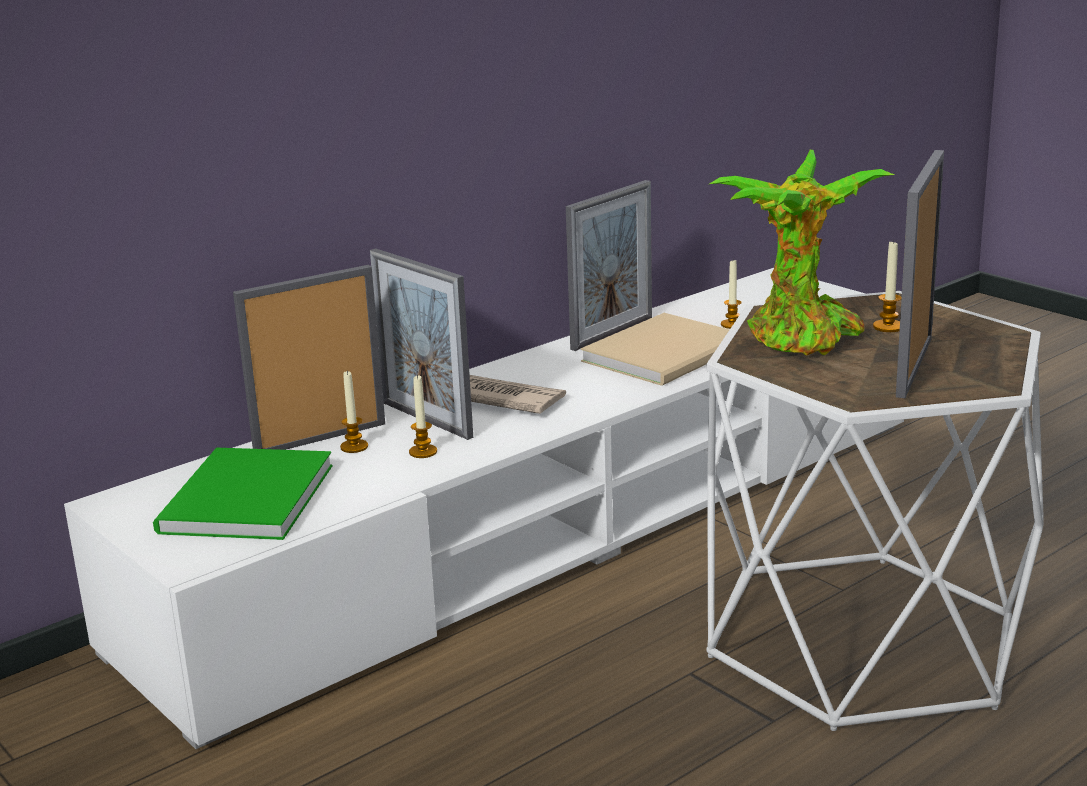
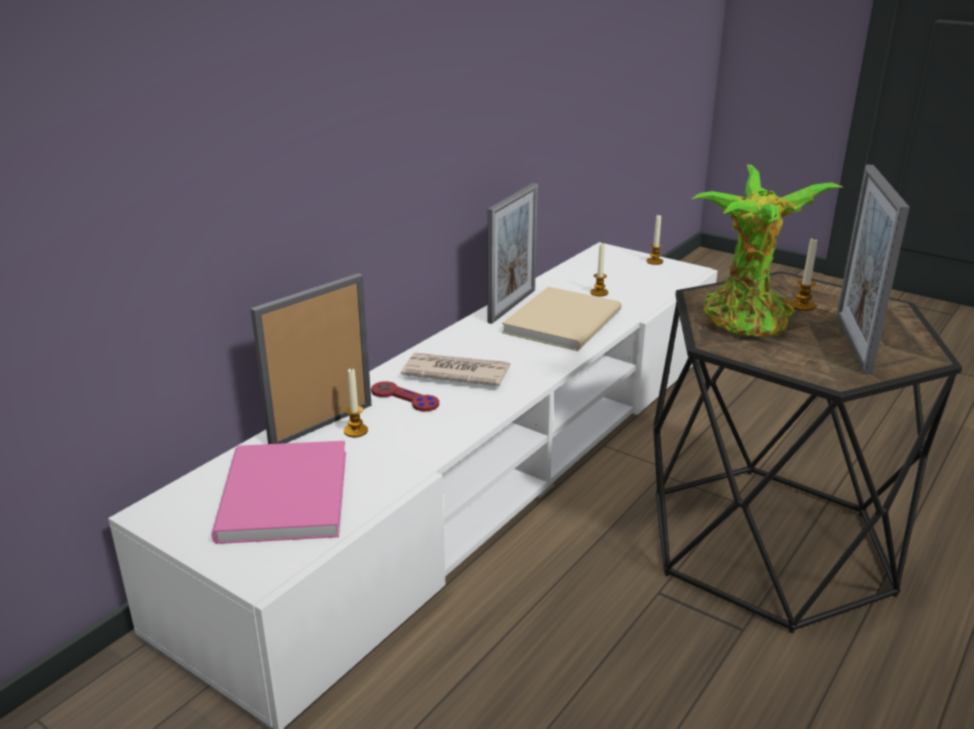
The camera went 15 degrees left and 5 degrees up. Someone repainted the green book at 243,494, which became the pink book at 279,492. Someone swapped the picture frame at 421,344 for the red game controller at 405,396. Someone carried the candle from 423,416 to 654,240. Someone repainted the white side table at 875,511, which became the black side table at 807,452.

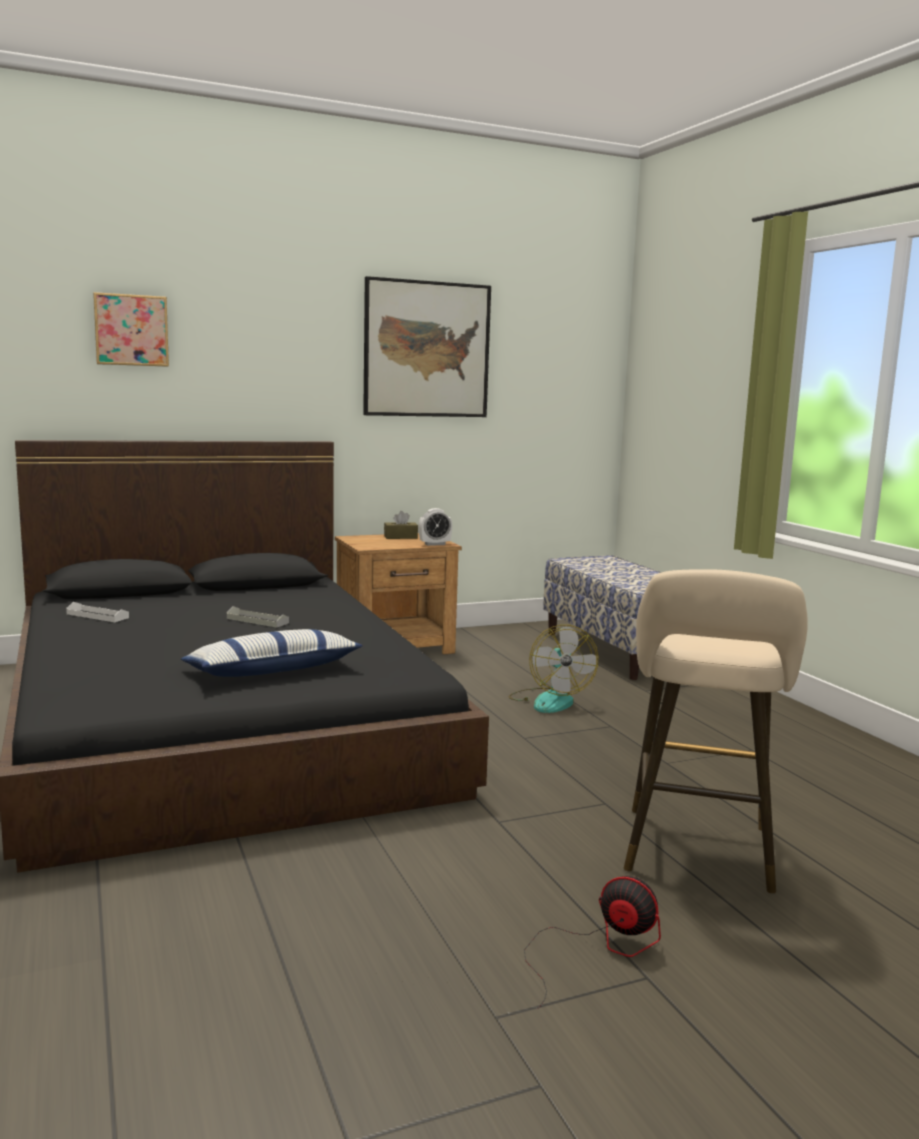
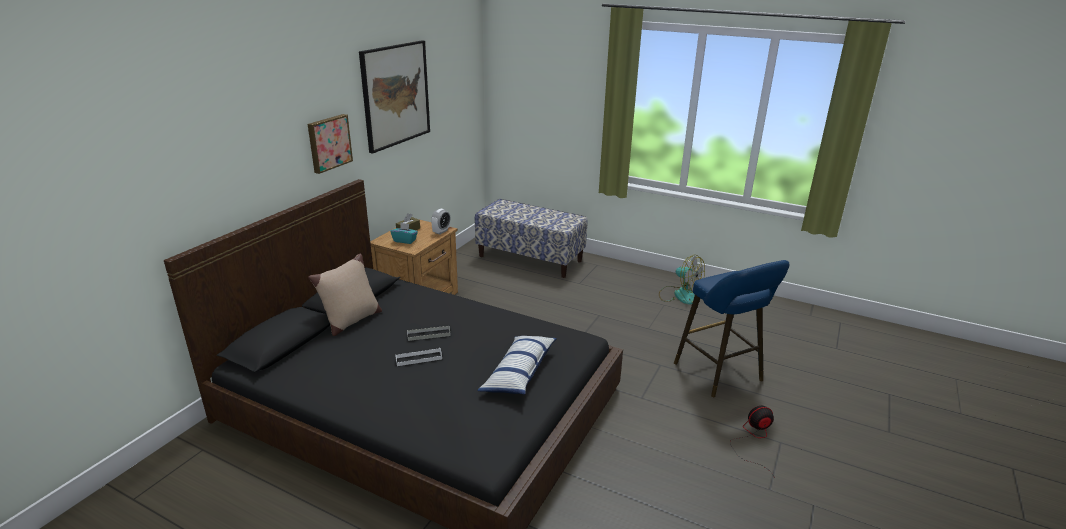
The camera went 40 degrees left and 15 degrees up. Someone carried the white tray from 97,612 to 418,357. Someone carried the picture from 131,329 to 330,144. Someone carried the fan from 553,669 to 682,280. Someone repainted the beige stool at 716,731, which became the blue stool at 731,328. Someone put down the beige pillow at 345,295. Someone put down the turquoise tissue box at 404,233.

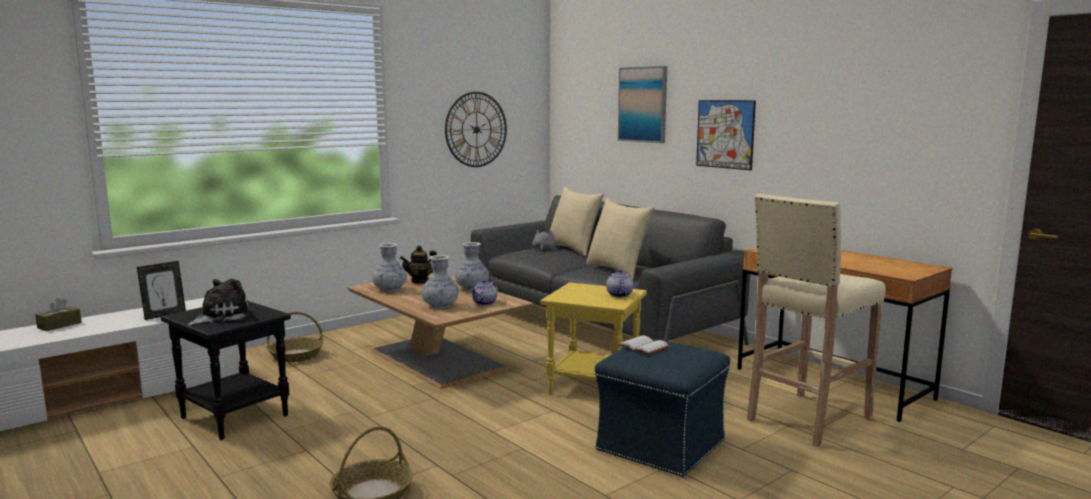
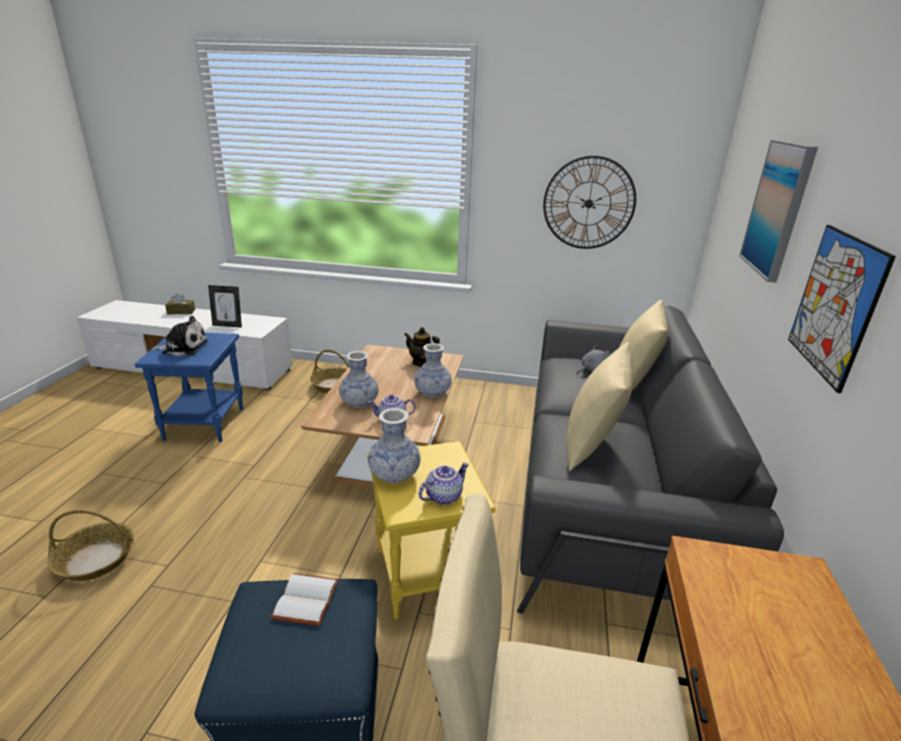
The camera went 50 degrees right and 15 degrees up. Someone repainted the black side table at 226,370, which became the blue side table at 189,387. Someone carried the vase from 389,267 to 394,445.

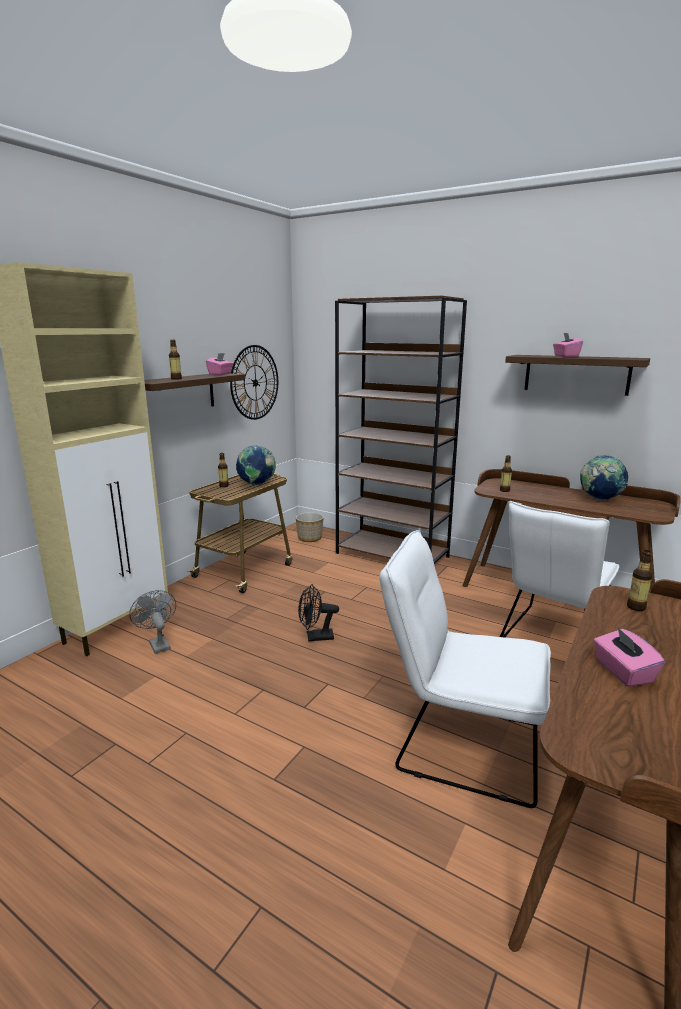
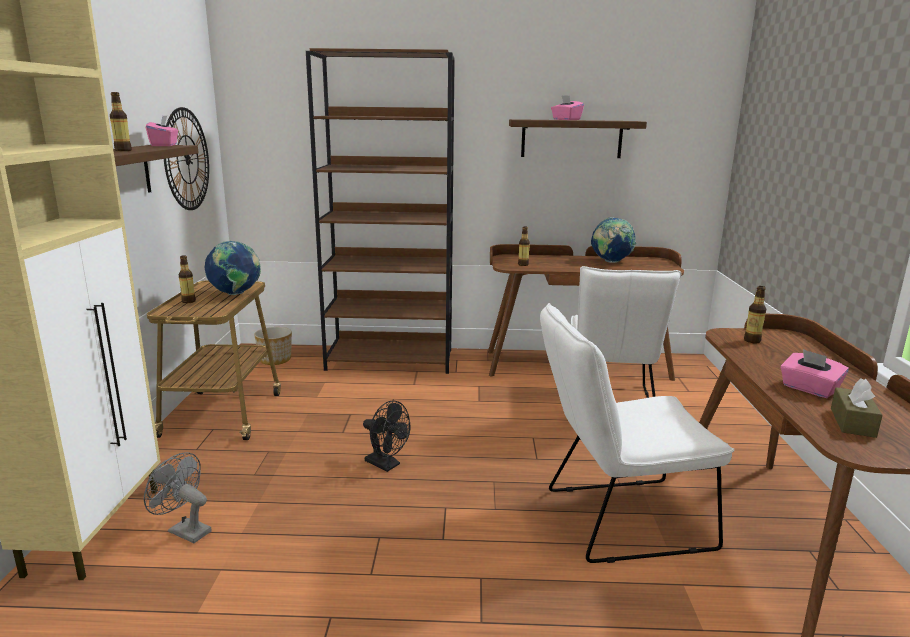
The camera went 30 degrees left and 0 degrees up. Someone rotated the black fan at 318,612 by 105 degrees counterclockwise. Someone put down the brown tissue box at 856,408.

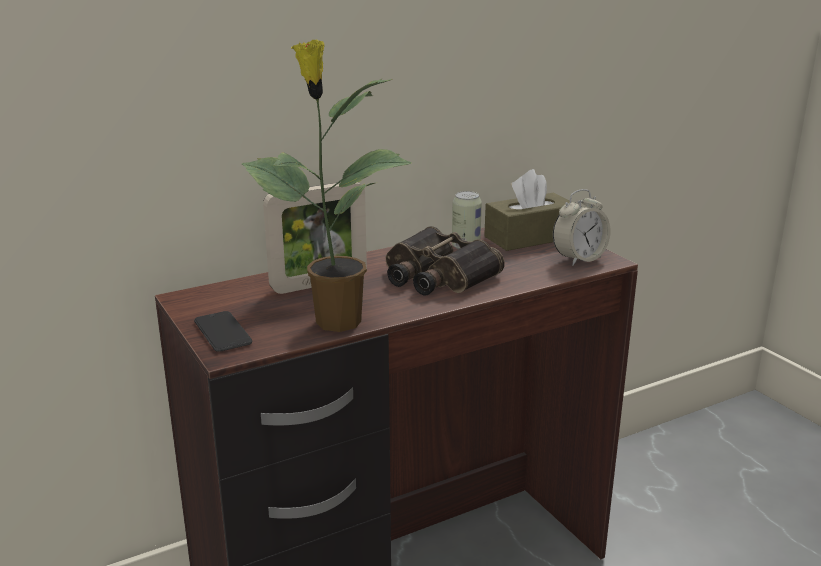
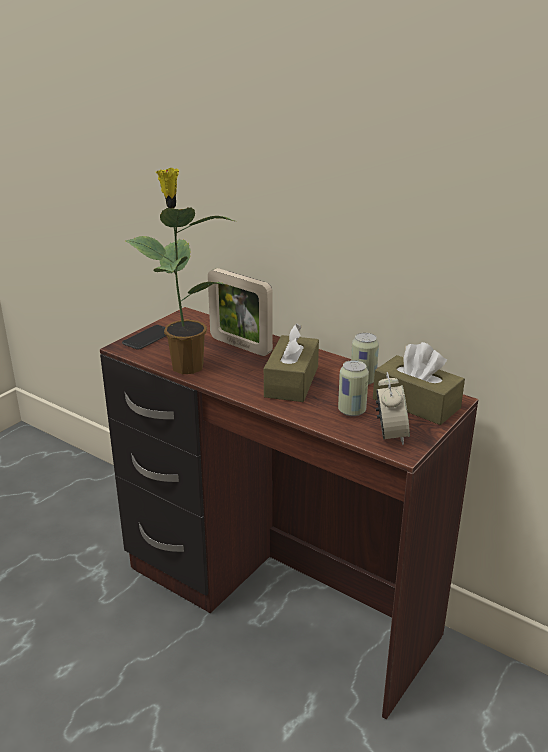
The camera went 65 degrees right and 5 degrees up. Someone swapped the binoculars at 445,261 for the brown tissue box at 291,362. Someone rotated the alarm clock at 582,227 by 120 degrees counterclockwise. Someone put down the can at 353,388.

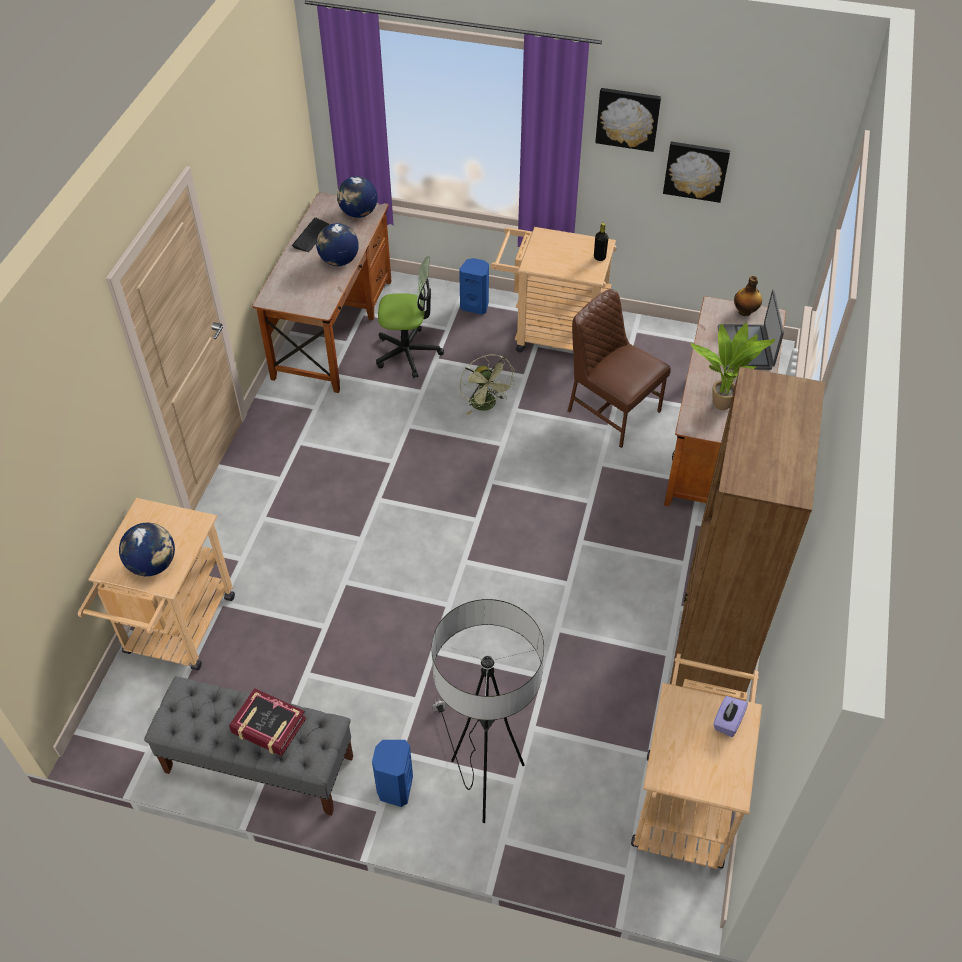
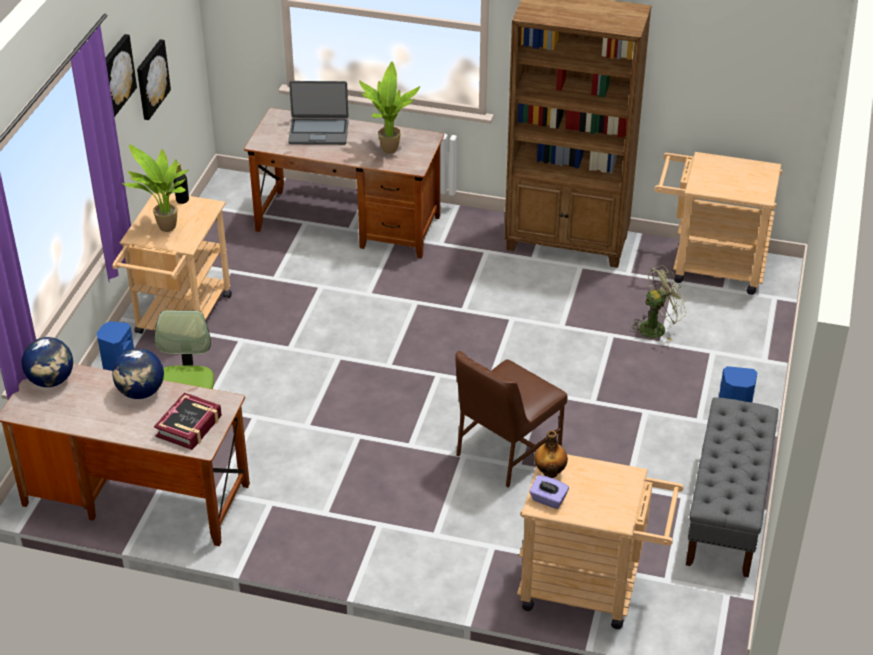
The camera went 90 degrees left and 10 degrees down. Someone took away the globe at 147,549. Someone carried the book from 267,722 to 188,421. Someone took away the keyboard at 311,235. Someone took away the floor lamp at 487,711. Someone carried the green fan from 487,384 to 658,303. Someone carried the brown chair from 619,368 to 511,419. Someone carried the purple tissue box from 730,716 to 549,492. Someone carried the bottle from 748,296 to 551,454. Someone put down the potted plant at 155,188.

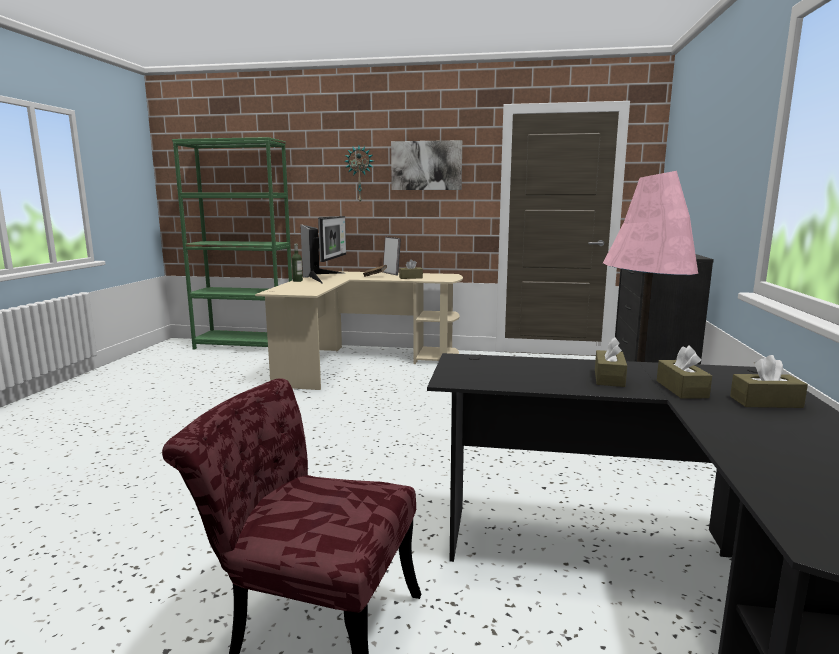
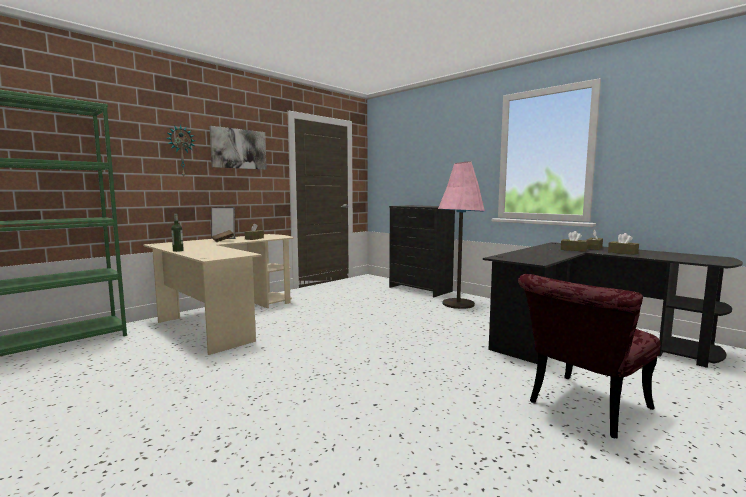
The camera went 55 degrees left and 5 degrees down. Someone took away the monitor at 323,249. Someone carried the brown tissue box from 611,362 to 623,244.

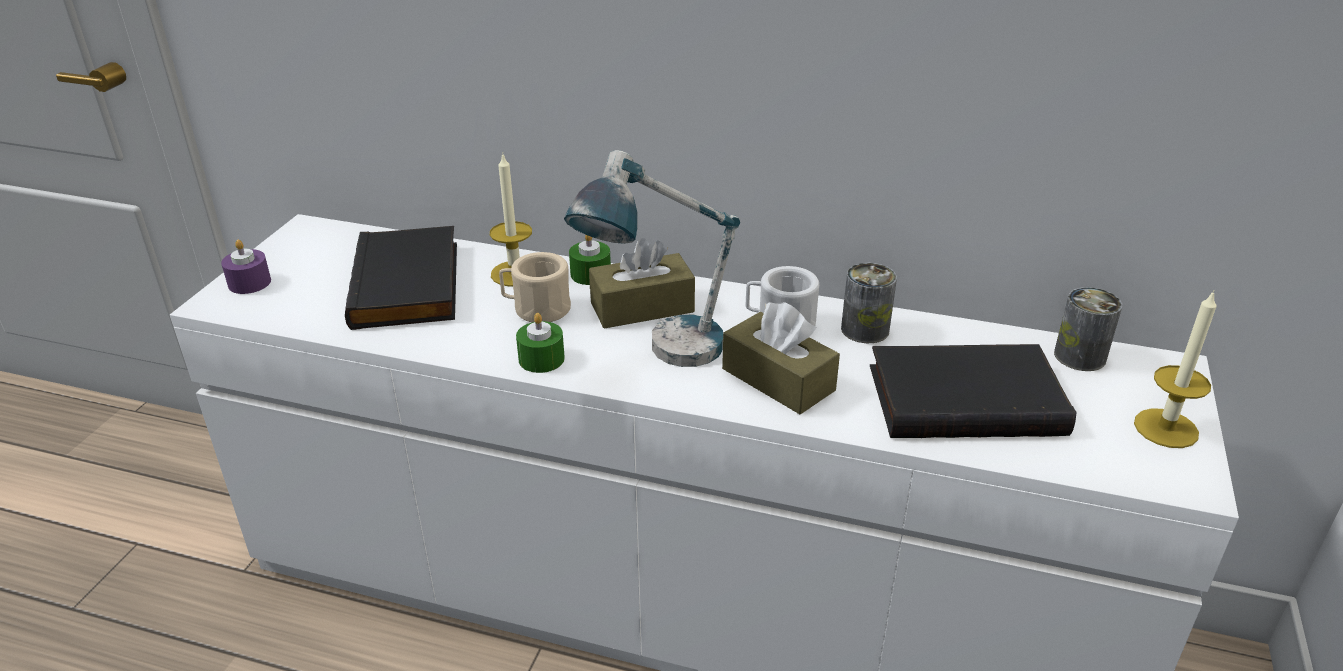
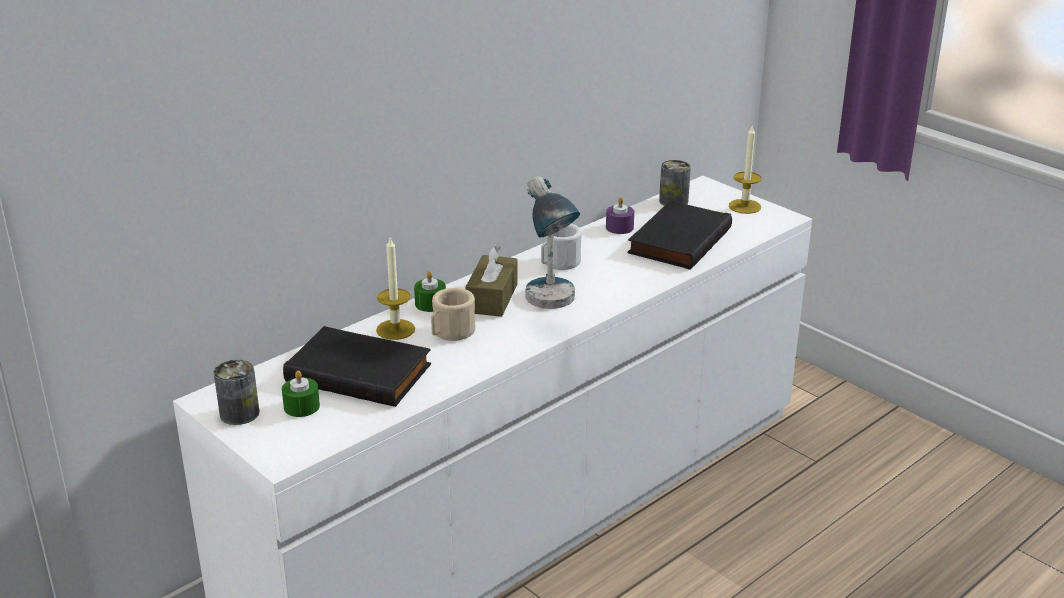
The camera went 60 degrees left and 5 degrees down. Someone carried the purple candle from 246,267 to 620,215. Someone carried the green candle from 540,343 to 301,393. Someone took away the brown tissue box at 781,358. Someone carried the can from 869,303 to 237,392.

